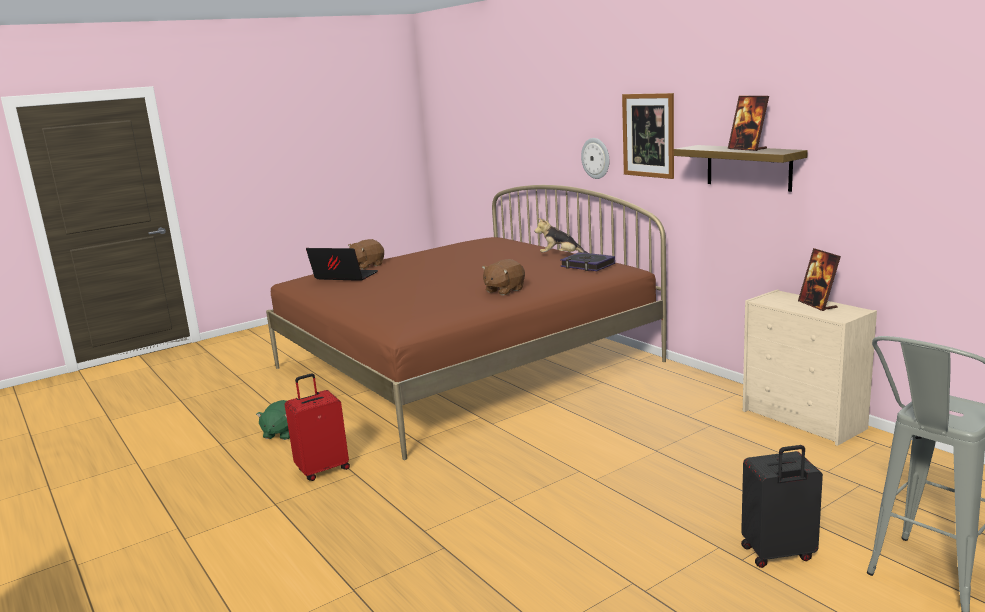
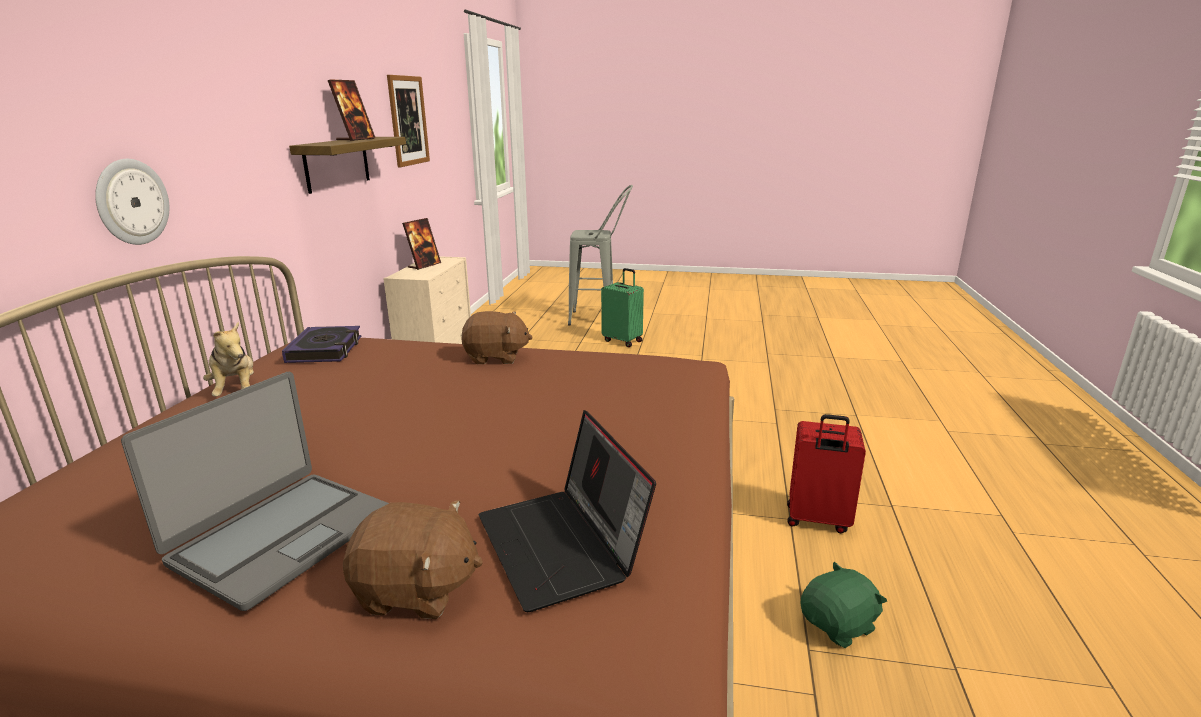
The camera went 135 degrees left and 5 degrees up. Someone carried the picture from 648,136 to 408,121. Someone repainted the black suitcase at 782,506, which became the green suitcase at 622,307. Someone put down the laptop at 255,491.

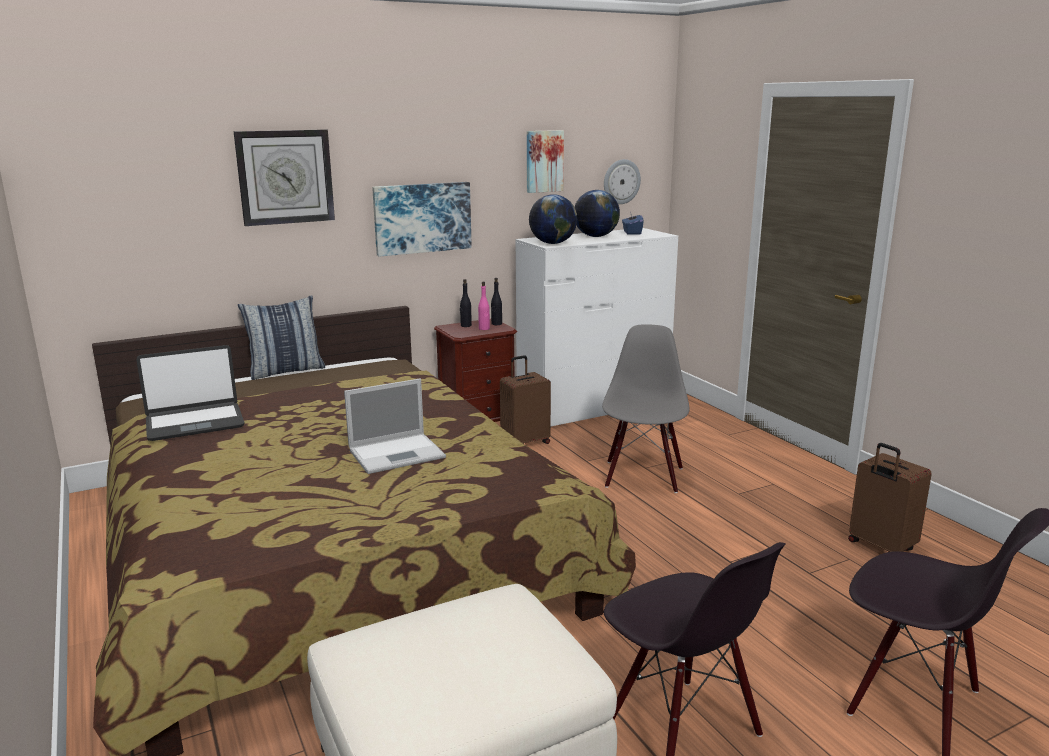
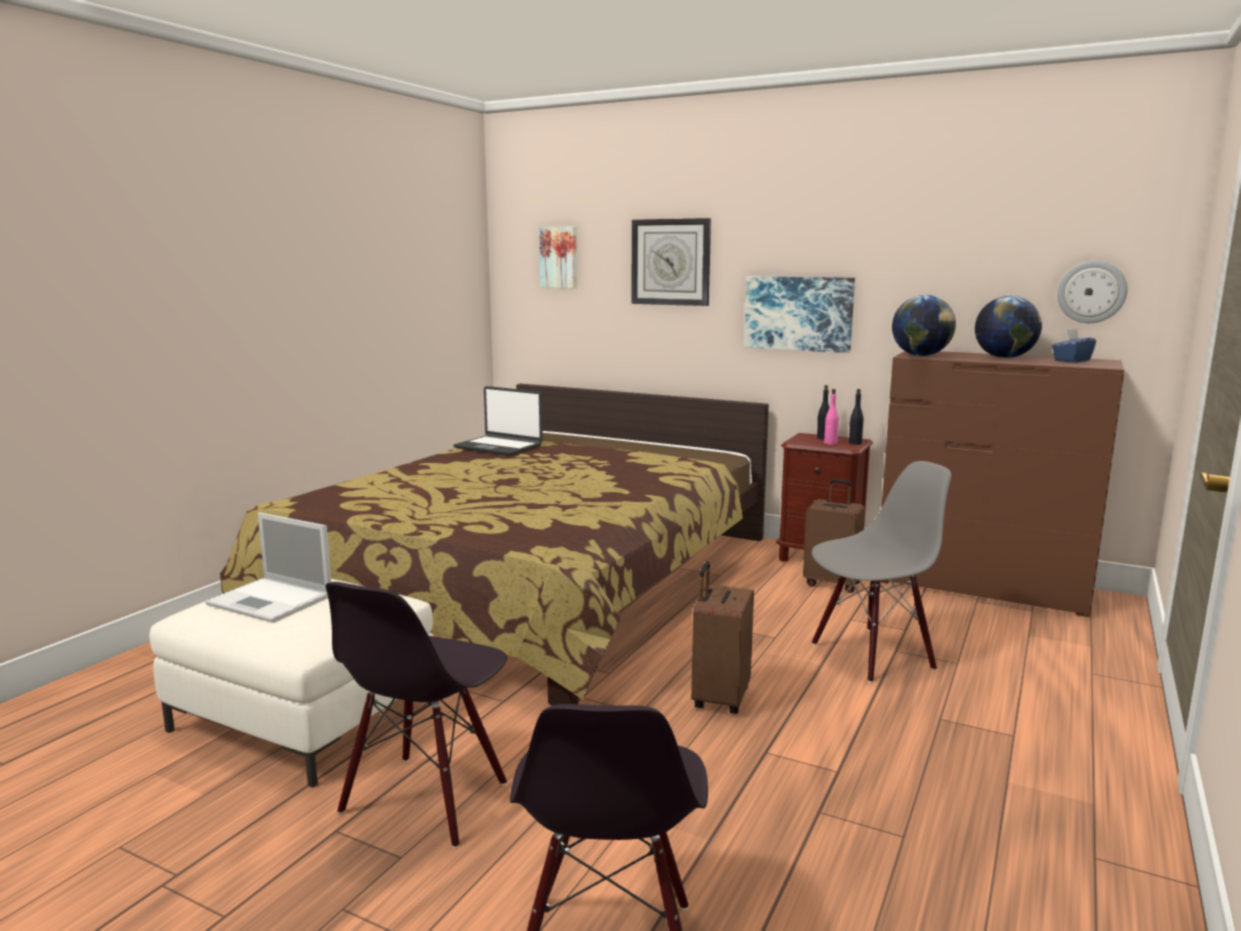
The camera went 55 degrees right and 5 degrees down. Someone took away the pillow at 281,337. Someone carried the laptop from 395,426 to 268,568. Someone repainted the white dresser at 597,327, which became the brown dresser at 1002,484. Someone carried the picture from 545,161 to 558,257. Someone carried the brown suitcase from 890,497 to 722,637.

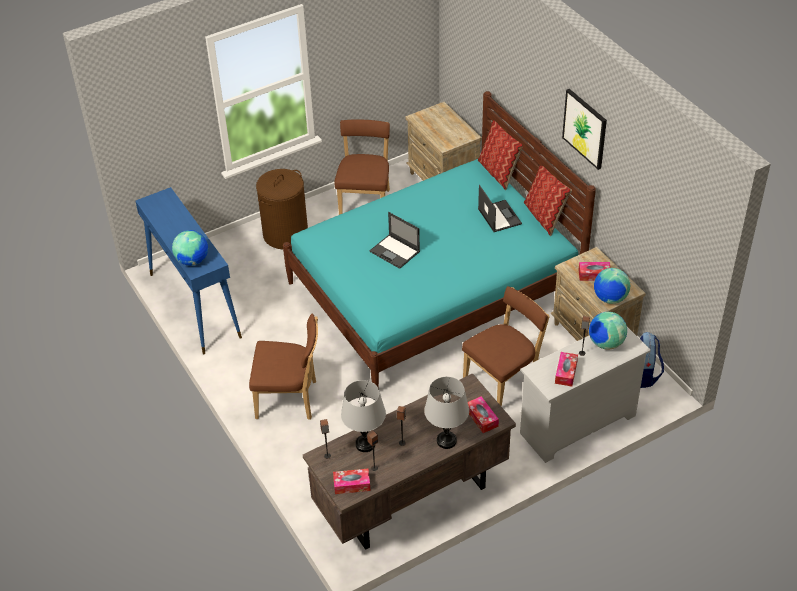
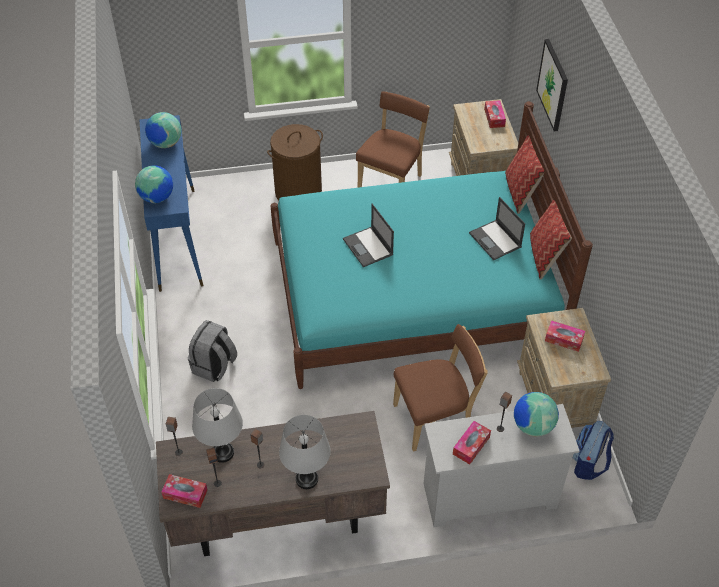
The camera went 20 degrees right and 5 degrees up. Someone swapped the brown chair at 283,367 for the grey backpack at 212,351. Someone carried the tissue box from 483,414 to 495,114. Someone rotated the laptop at 500,208 by 150 degrees clockwise. Someone carried the picture from 584,129 to 552,85. Someone carried the globe from 612,286 to 163,130.

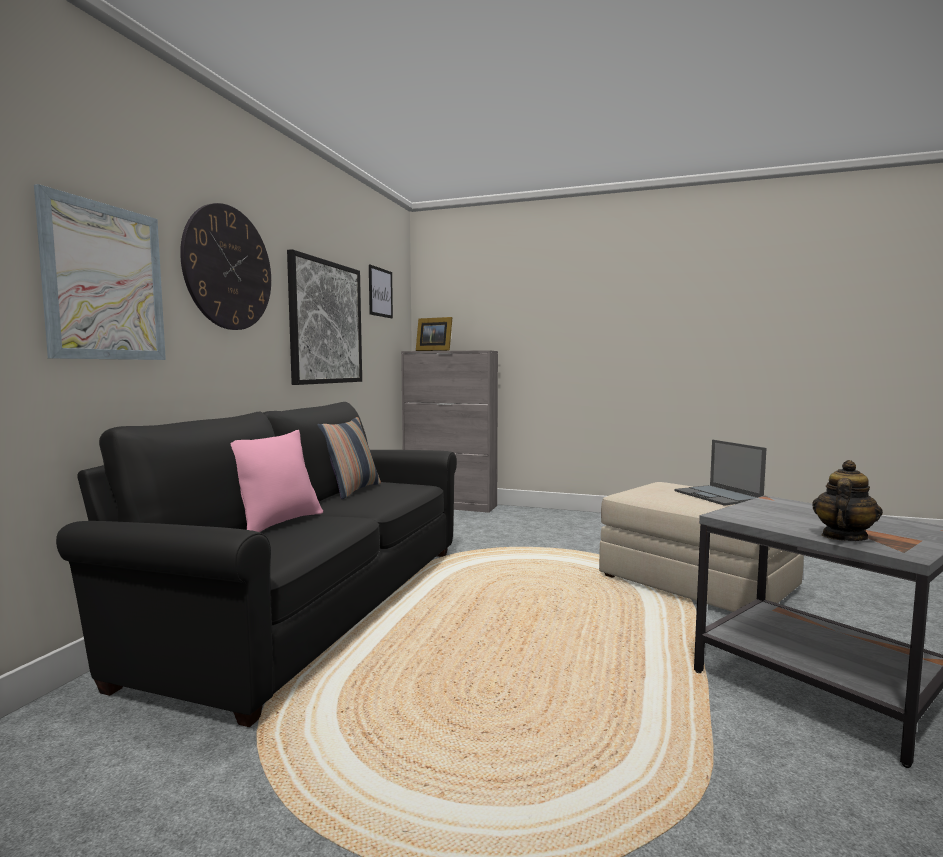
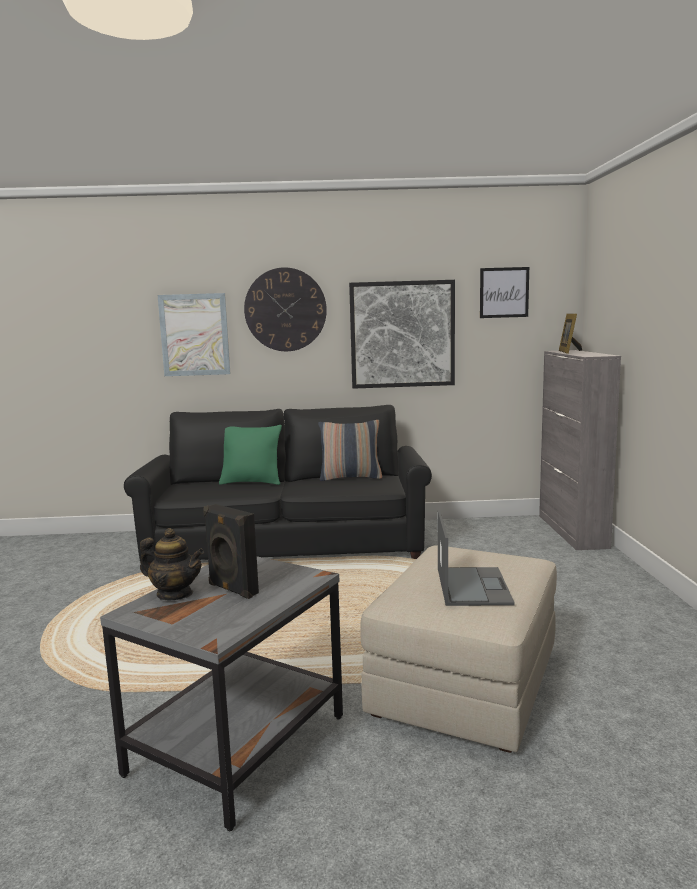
The camera went 70 degrees right and 5 degrees up. Someone repainted the pink pillow at 276,481, which became the green pillow at 250,455. Someone rotated the laptop at 720,473 by 135 degrees clockwise. Someone put down the black speaker at 231,551.

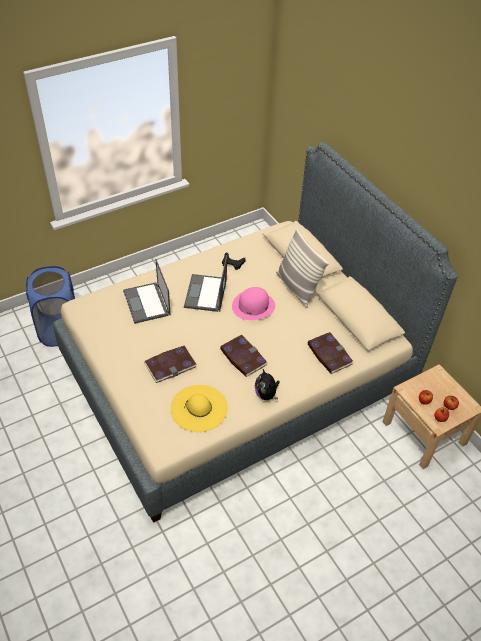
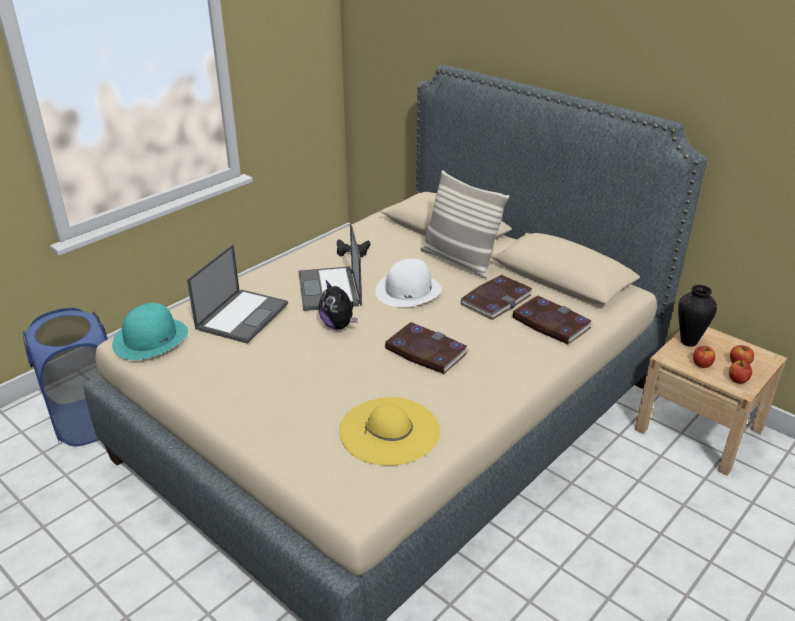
The camera went 15 degrees left and 15 degrees down. Someone rotated the laptop at 147,291 by 120 degrees counterclockwise. Someone carried the book from 171,364 to 497,297. Someone repainted the pink hat at 253,303, which became the white hat at 408,282. Someone carried the plush toy from 267,384 to 338,305. Someone put down the turquoise hat at 150,331. Someone put down the vase at 697,315.

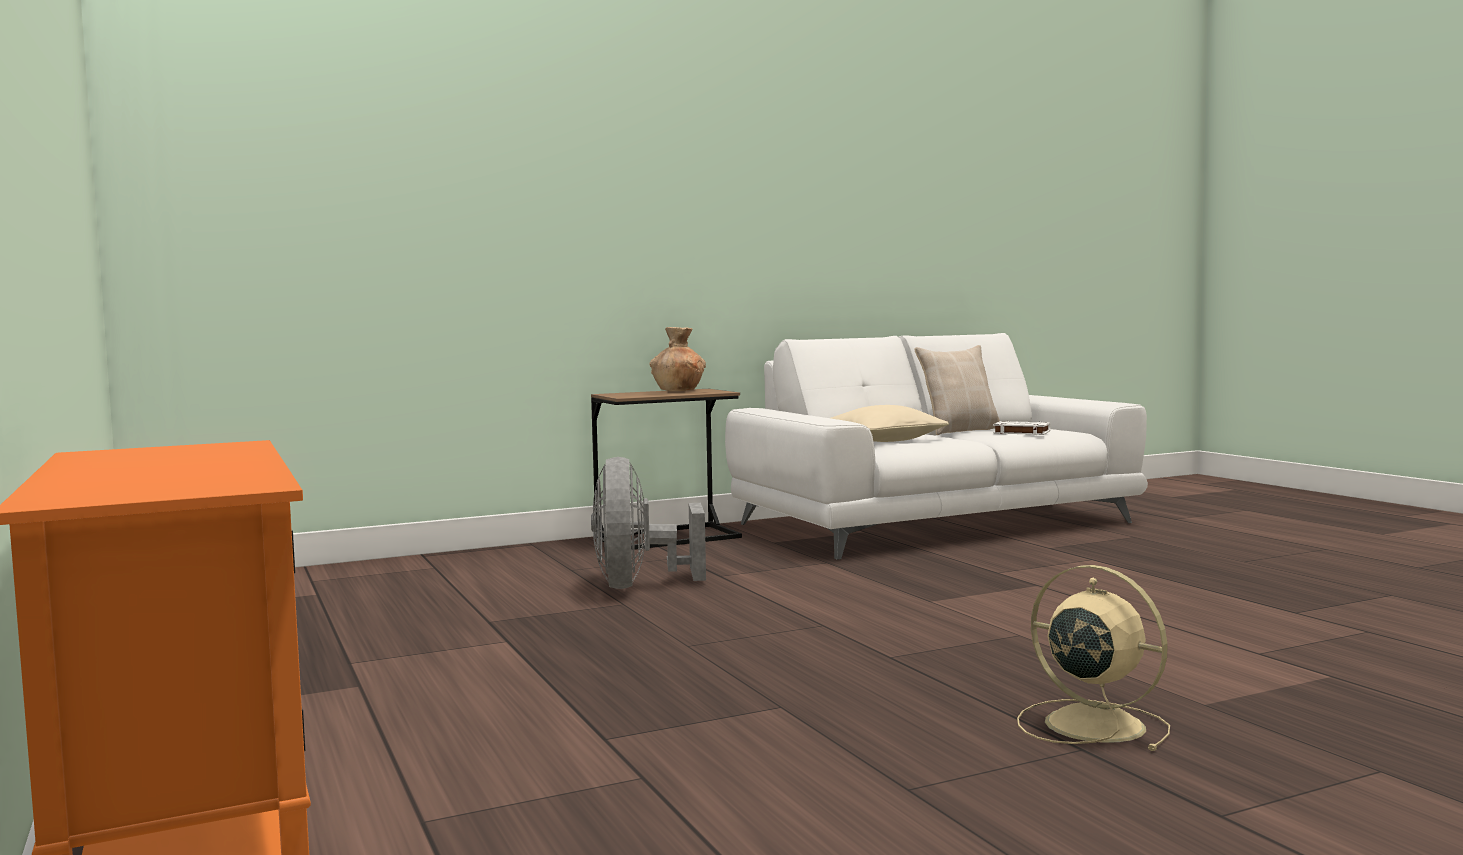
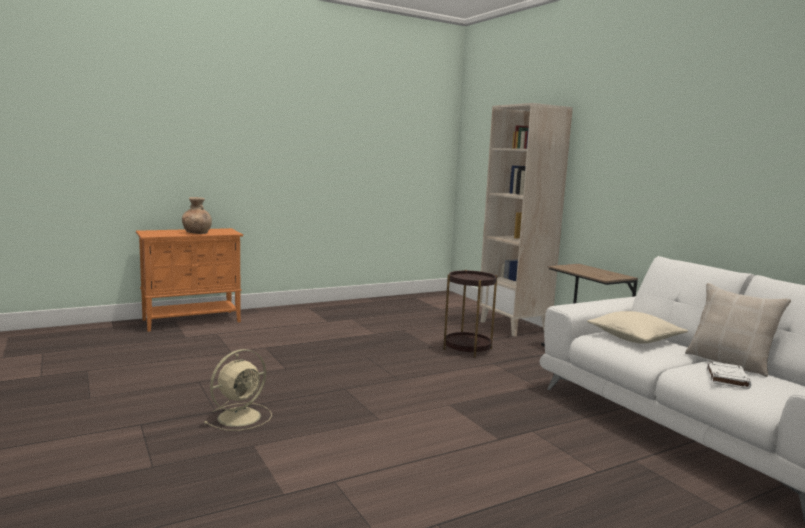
The camera went 85 degrees right and 5 degrees up. Someone swapped the grey fan at 648,523 for the brown side table at 470,314. Someone carried the brown vase from 678,359 to 197,215. Someone put down the beige bookcase at 526,220.

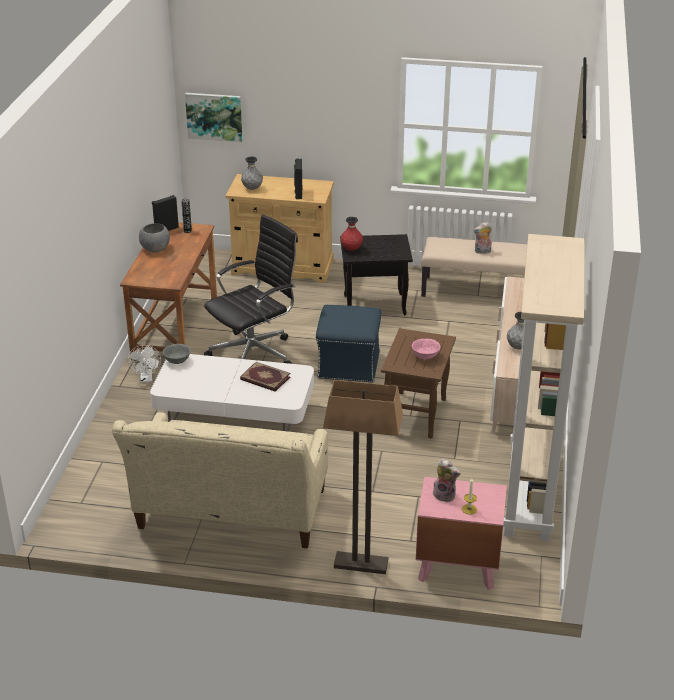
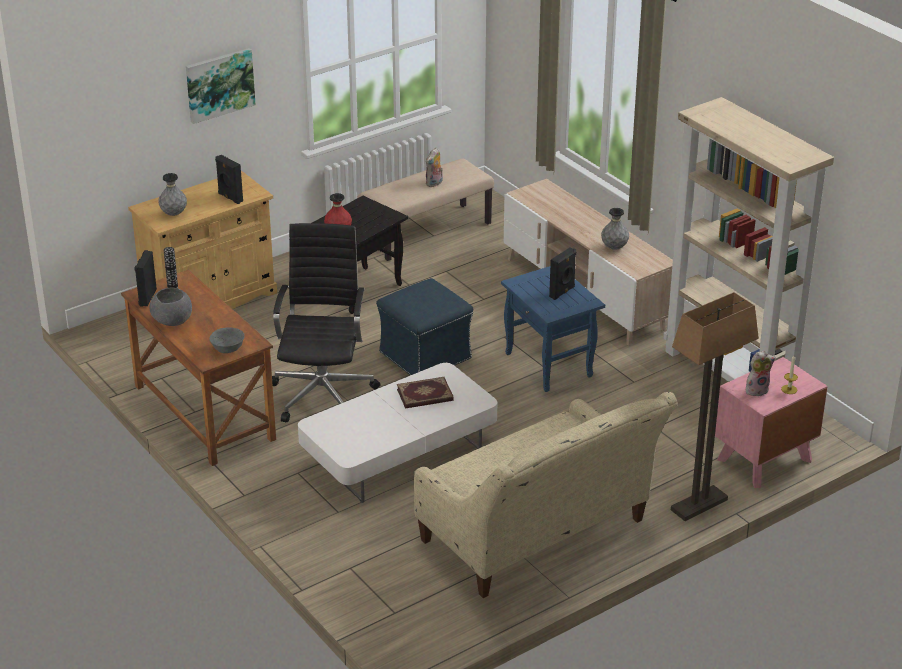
The camera went 45 degrees left and 0 degrees up. Someone took away the white fan at 144,364. Someone carried the grey bowl from 177,354 to 226,340. Someone carried the picture from 214,117 to 221,86. Someone repainted the brown side table at 418,383, which became the blue side table at 553,329. Someone swapped the pink bowl at 426,349 for the black speaker at 562,274.

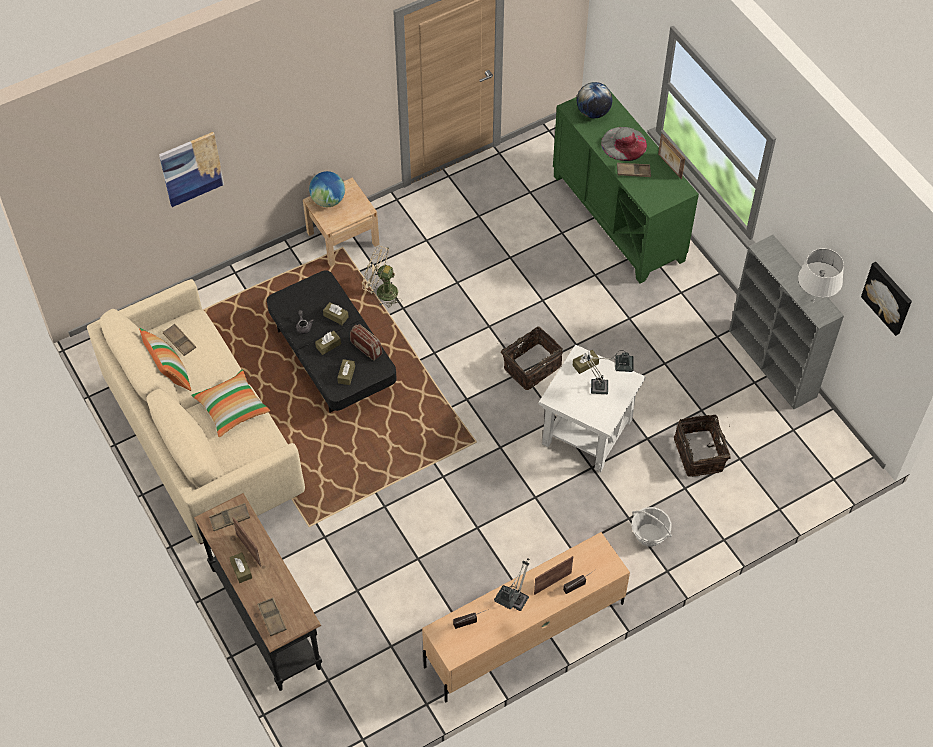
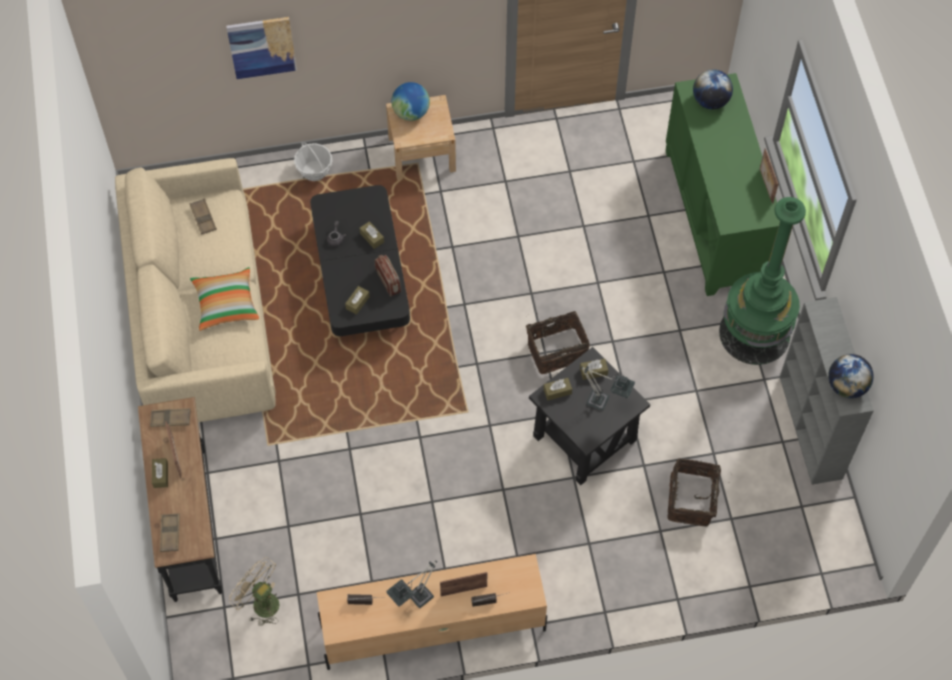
The camera went 20 degrees right and 5 degrees up. Someone took away the pillow at 165,359. Someone carried the brown tissue box from 328,343 to 557,389. Someone carried the beige fan from 382,276 to 254,591. Someone repainted the white side table at 592,408, which became the black side table at 589,416. Someone took away the grey hat at 624,144. Someone took away the brown tray at 634,170. Someone carried the basket from 651,527 to 313,161. Someone swapped the white table lamp at 821,276 for the globe at 851,376. Someone took away the picture at 886,299. Someone put down the green floor lamp at 762,281.

